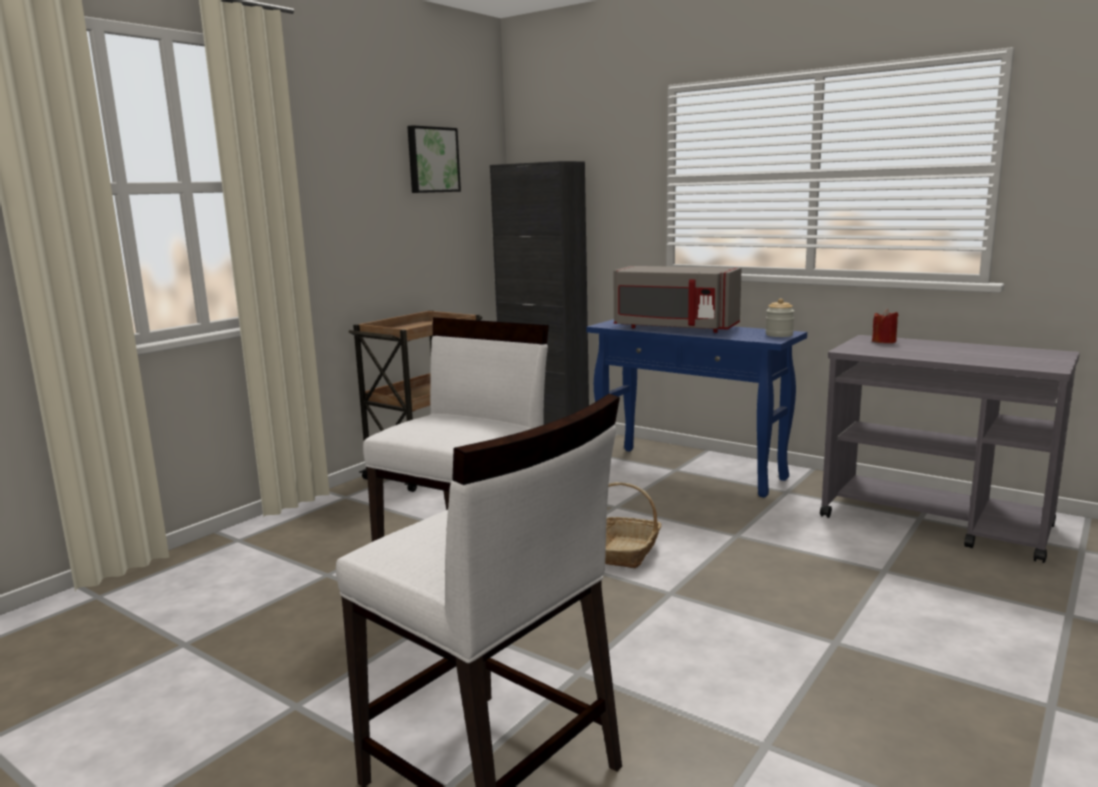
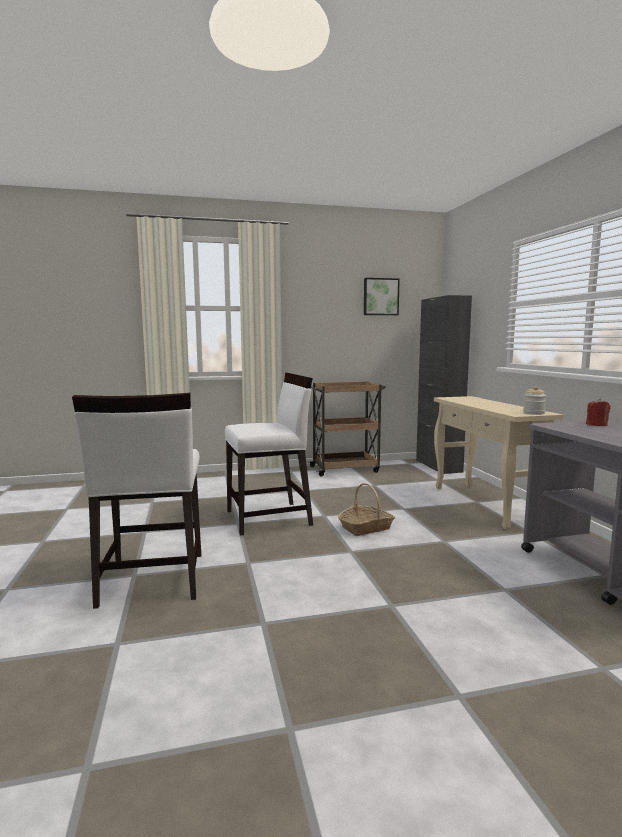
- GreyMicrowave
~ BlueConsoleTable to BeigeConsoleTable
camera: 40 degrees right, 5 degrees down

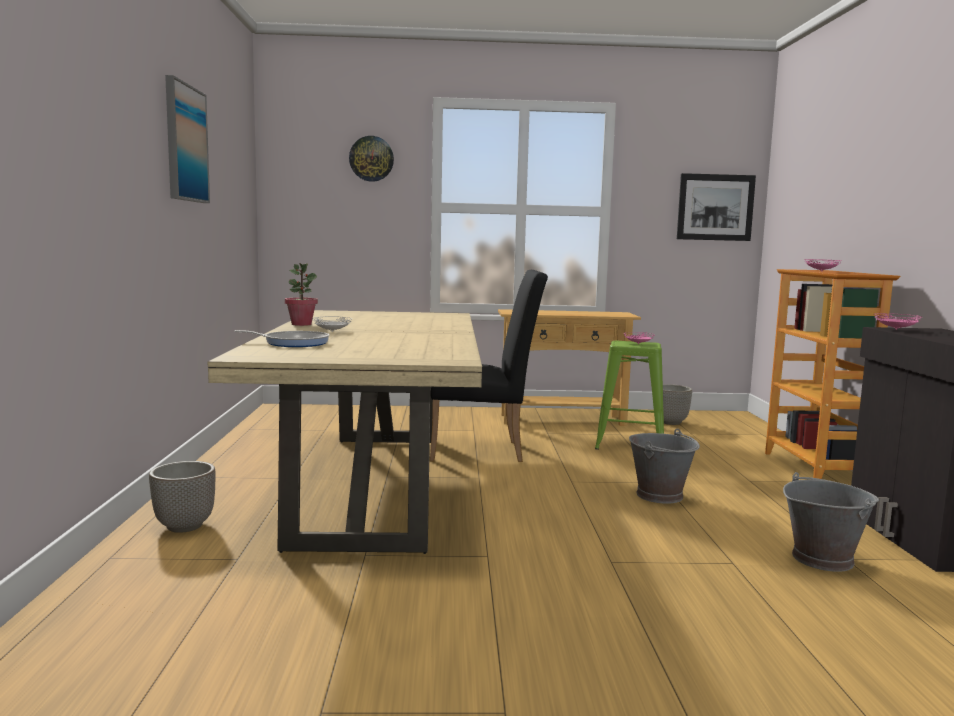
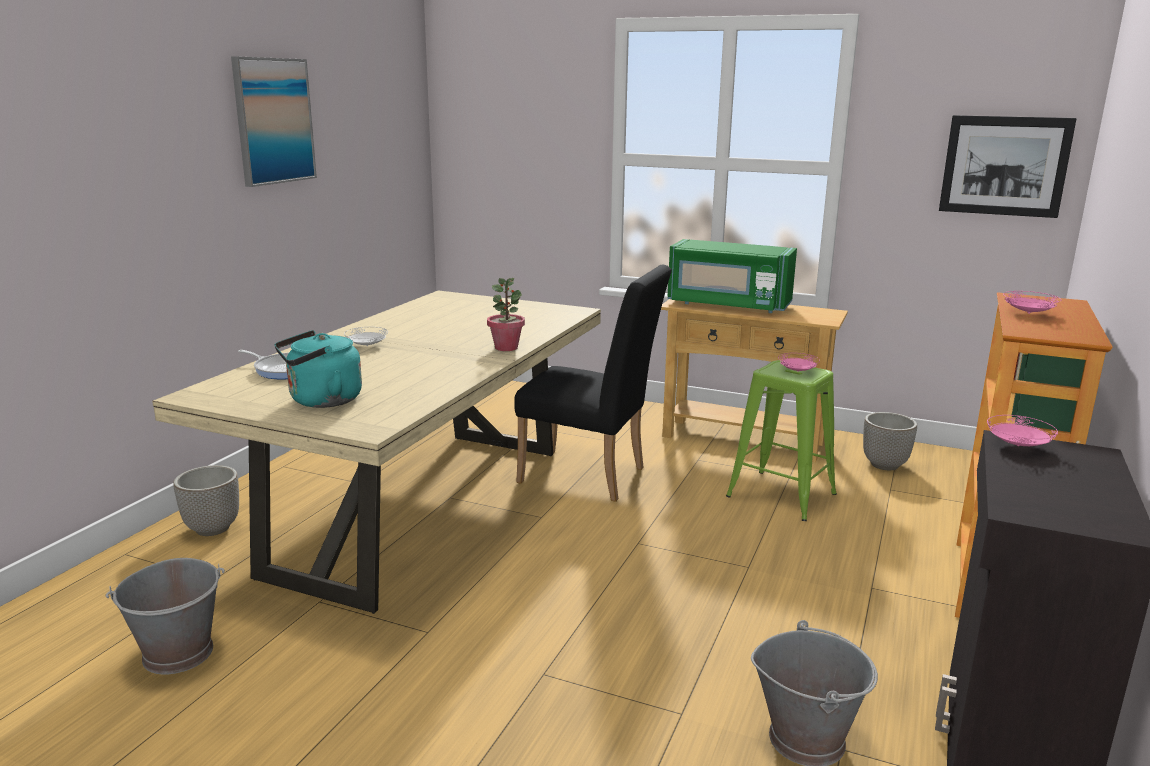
- WallClock
+ TurquoiseKettle
+ GreenMicrowave
~ PottedPlant
~ GreyBucket (no. 1 from left)
camera: 25 degrees right, 10 degrees up

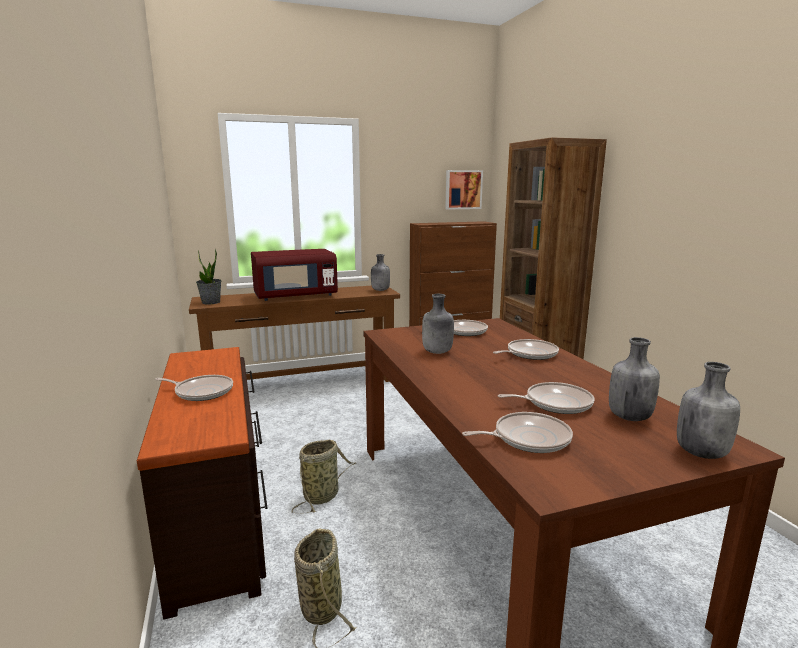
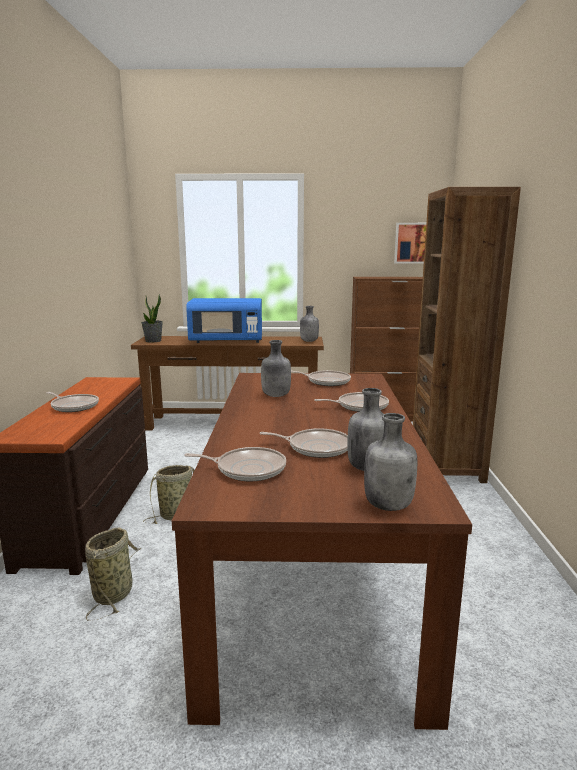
~ RedMicrowave to BlueMicrowave
camera: 20 degrees right, 0 degrees up

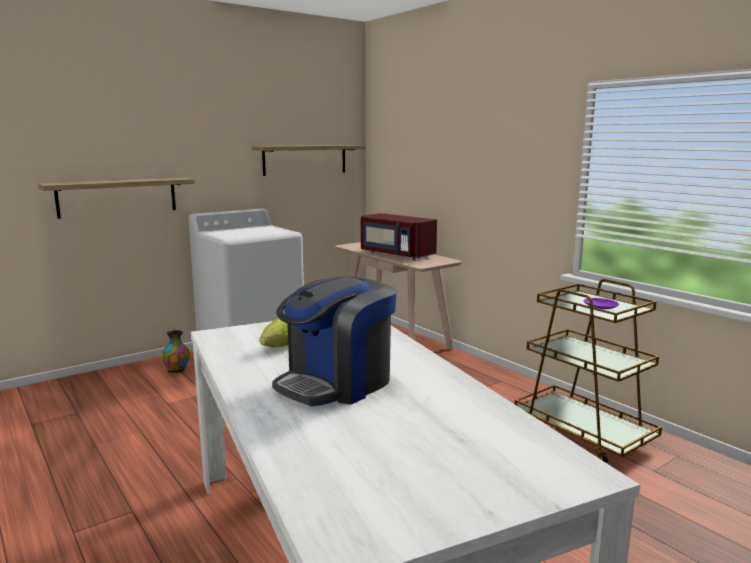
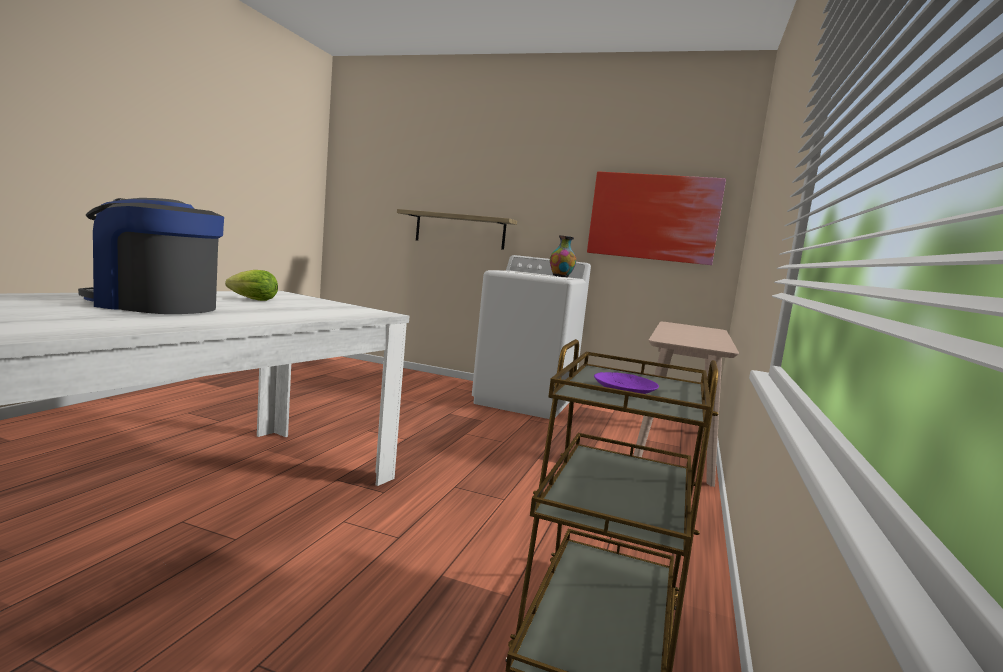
- RedMicrowave
~ Vase
~ Shelf (no. 2 from left) to Picture
camera: 55 degrees right, 5 degrees down

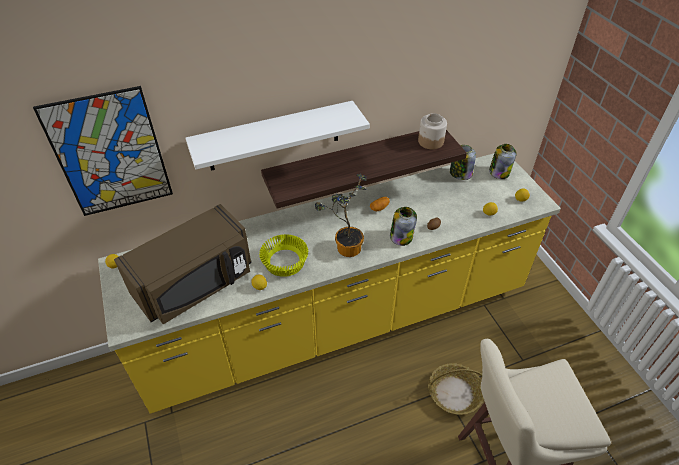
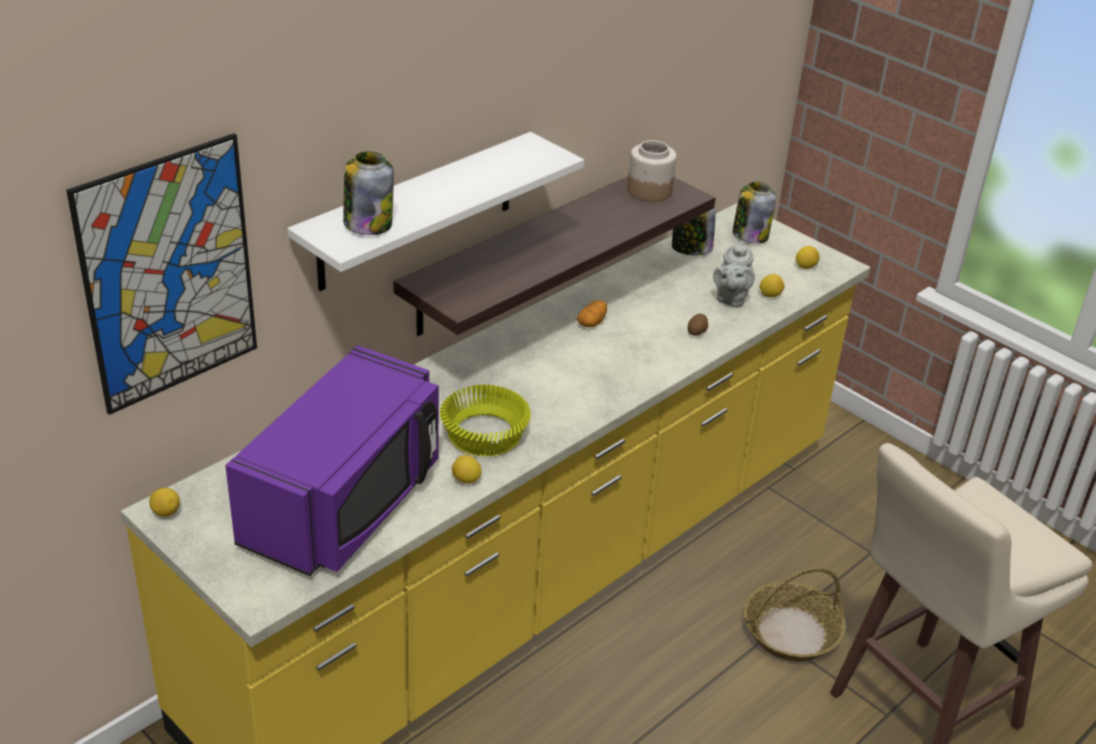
- PottedPlant
+ GreyTeapot
~ Jar (no. 1 from left)
~ BrownMicrowave to PurpleMicrowave
camera: 25 degrees left, 10 degrees down

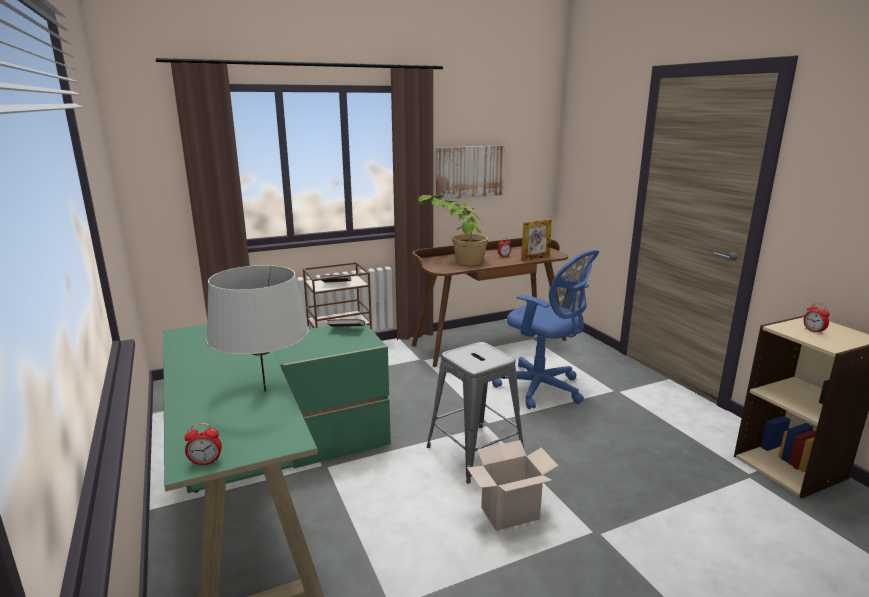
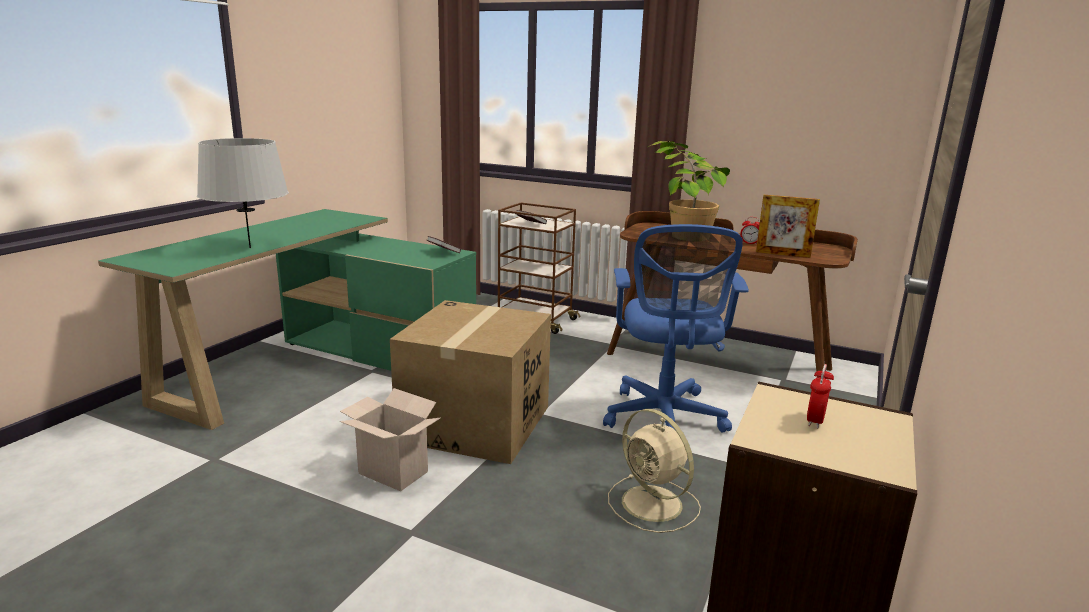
- AlarmClock (no. 1 from left)
- Picture
+ BeigeFan
~ GreyStool to CardboardBox (no. 2 from left)
camera: 50 degrees right, 0 degrees up

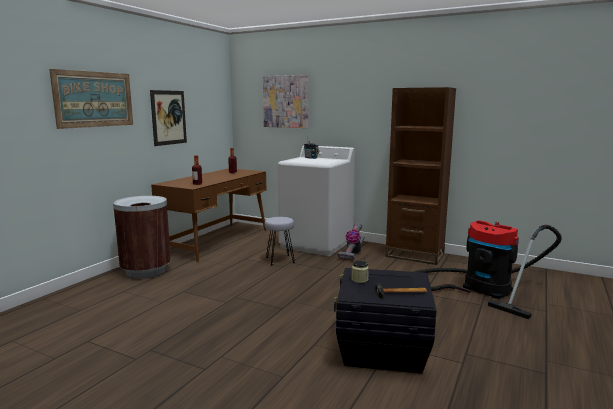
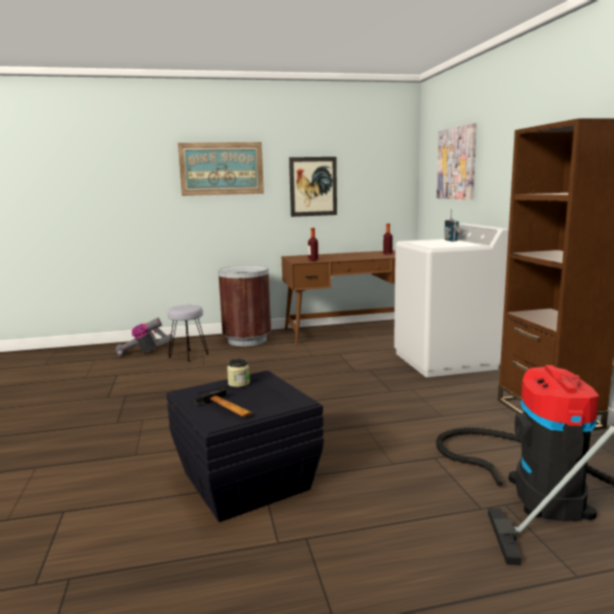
~ GreyStool
~ VacuumCleaner (no. 1 from left)
camera: 50 degrees right, 0 degrees up

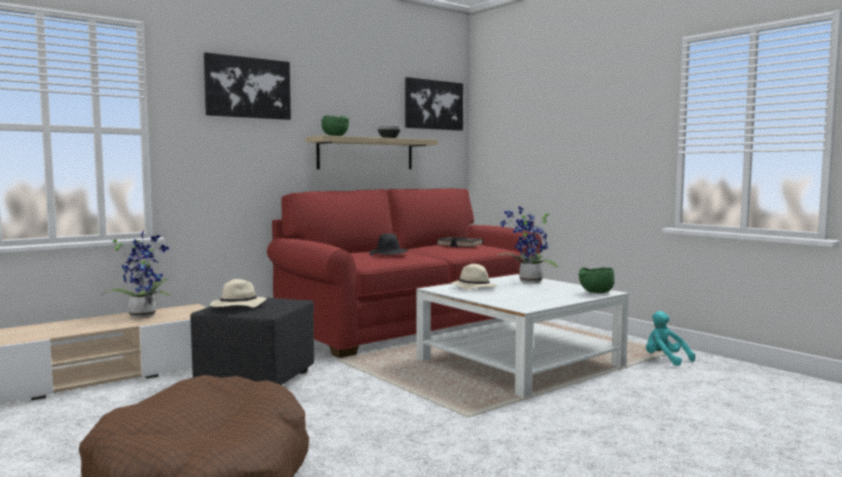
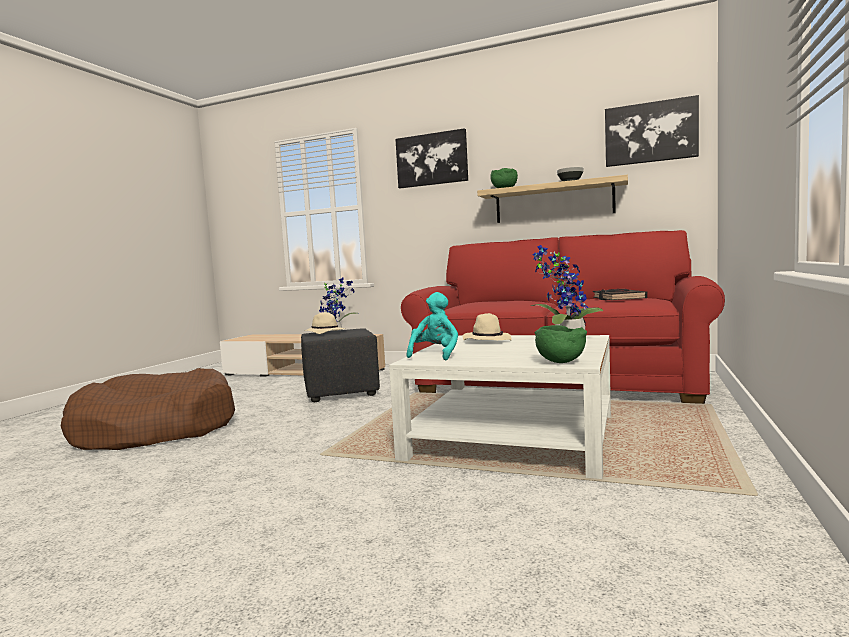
- BlackHat
~ TurquoisePlushToy
camera: 60 degrees right, 0 degrees up

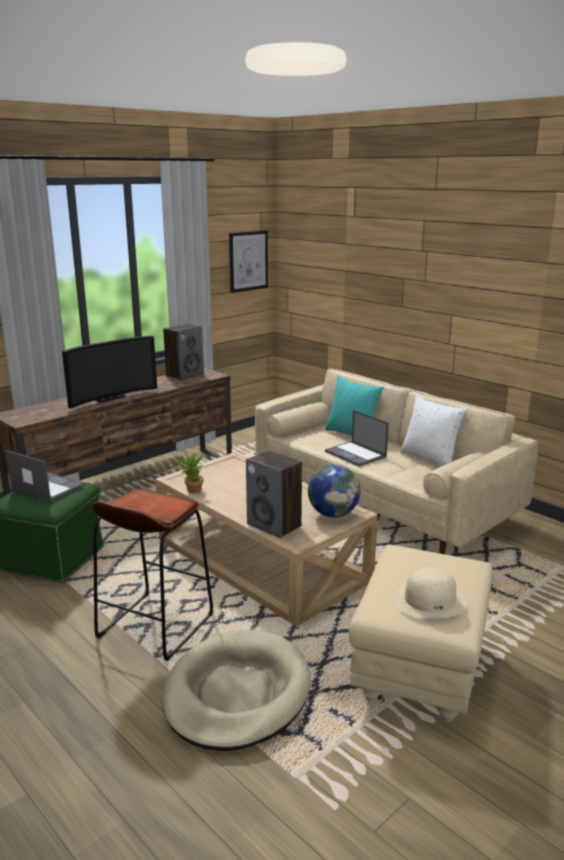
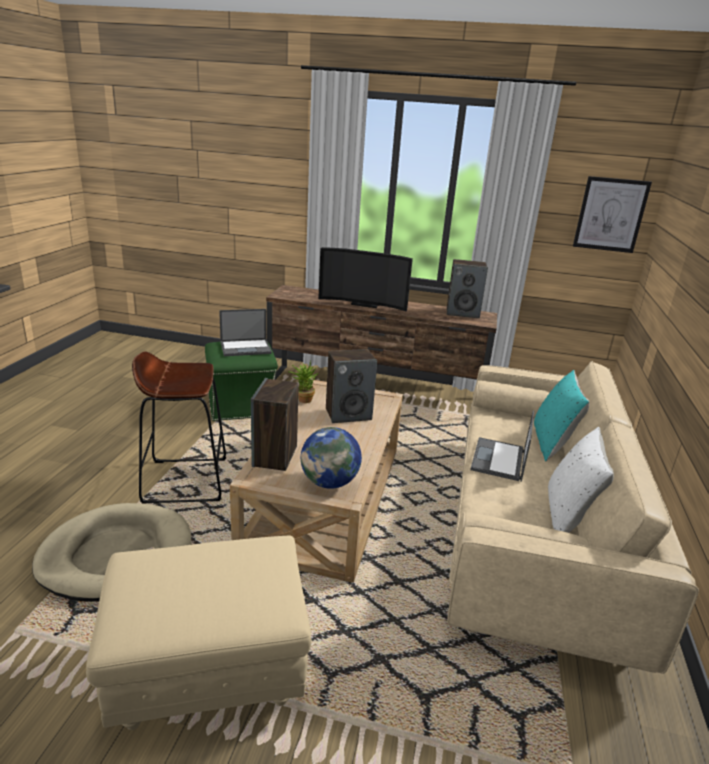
- BeigeHat
+ Speaker (no. 2 from left)
~ Laptop (no. 1 from left) 75 degrees clockwise
camera: 55 degrees right, 5 degrees up

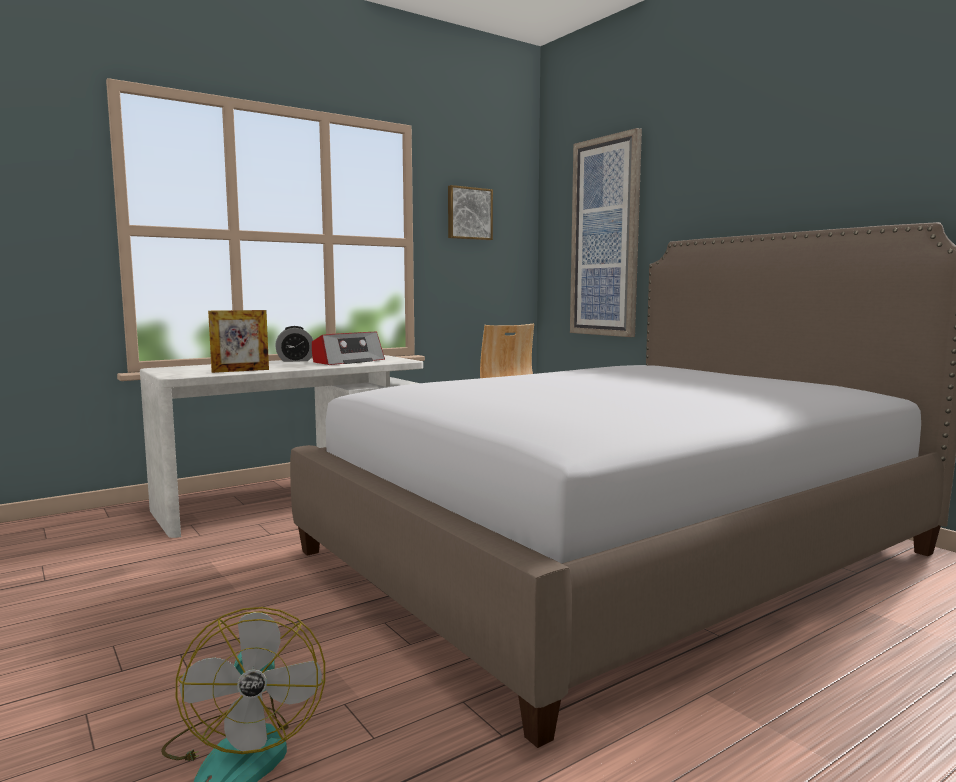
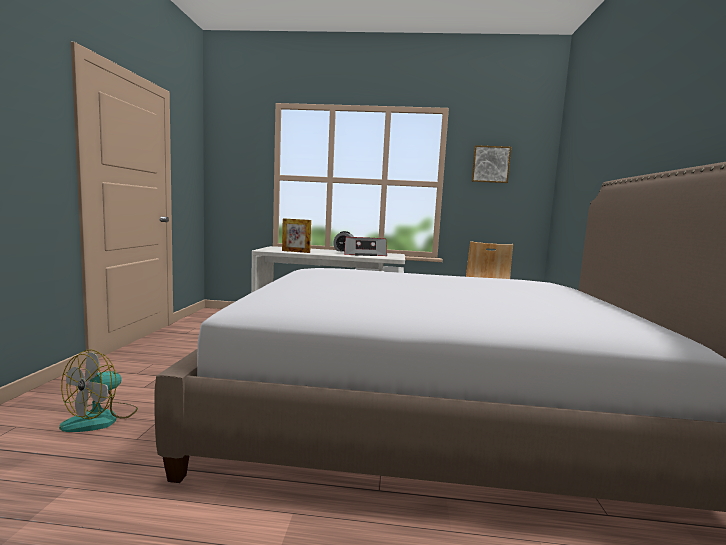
- Picture (no. 2 from left)
camera: 40 degrees right, 0 degrees up

